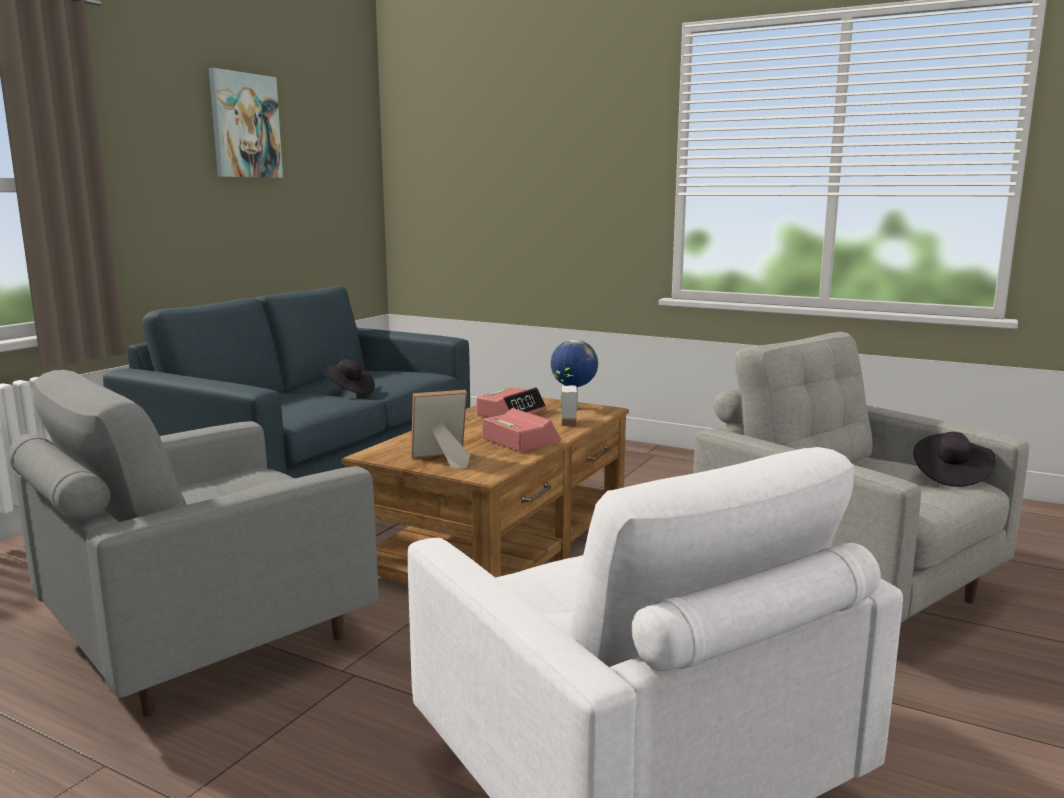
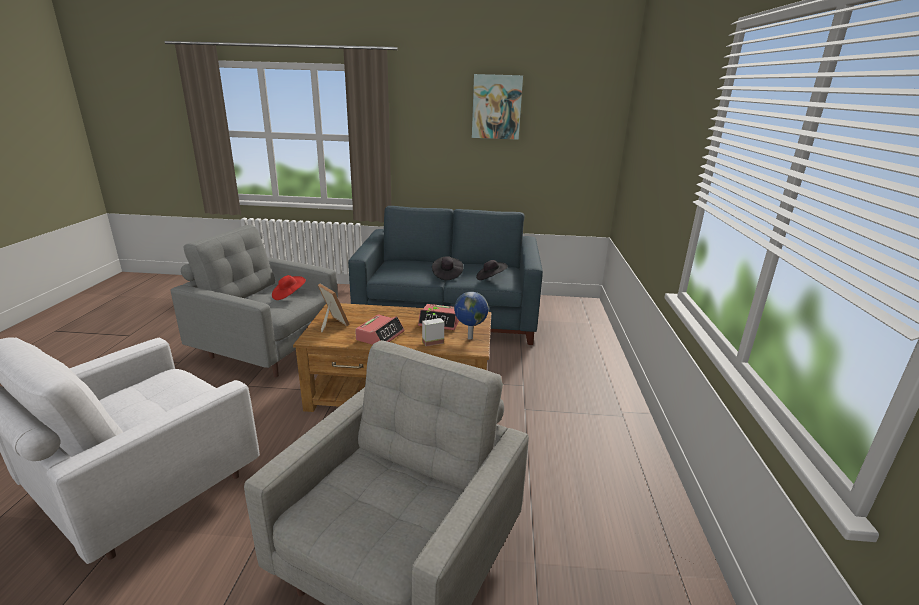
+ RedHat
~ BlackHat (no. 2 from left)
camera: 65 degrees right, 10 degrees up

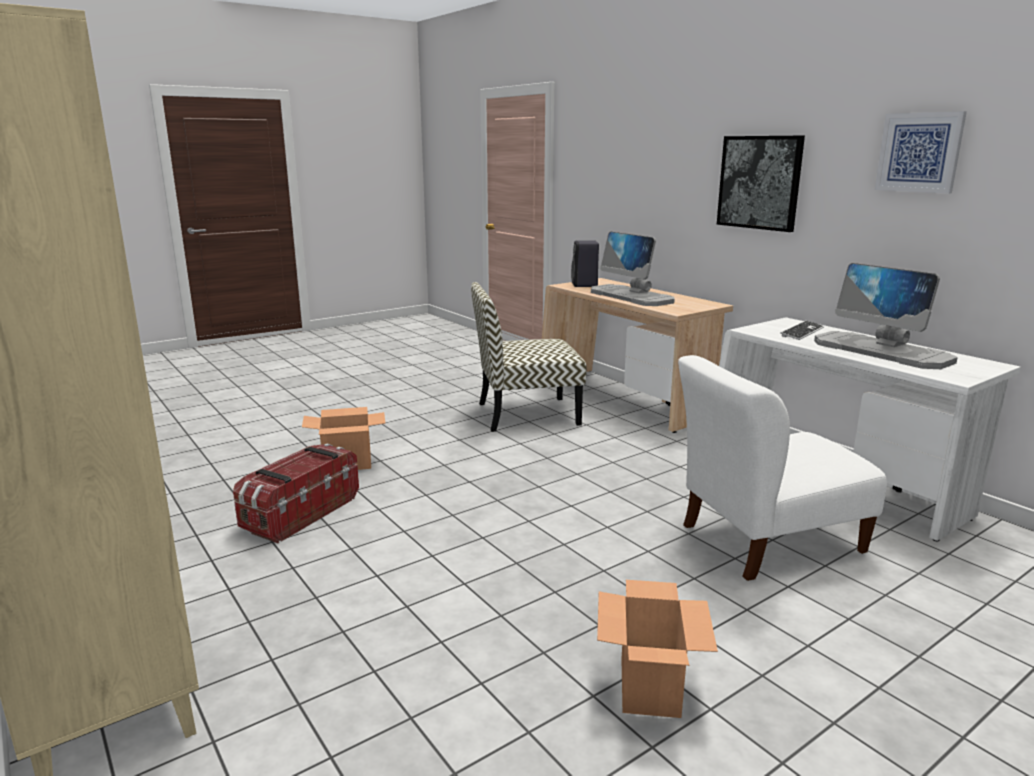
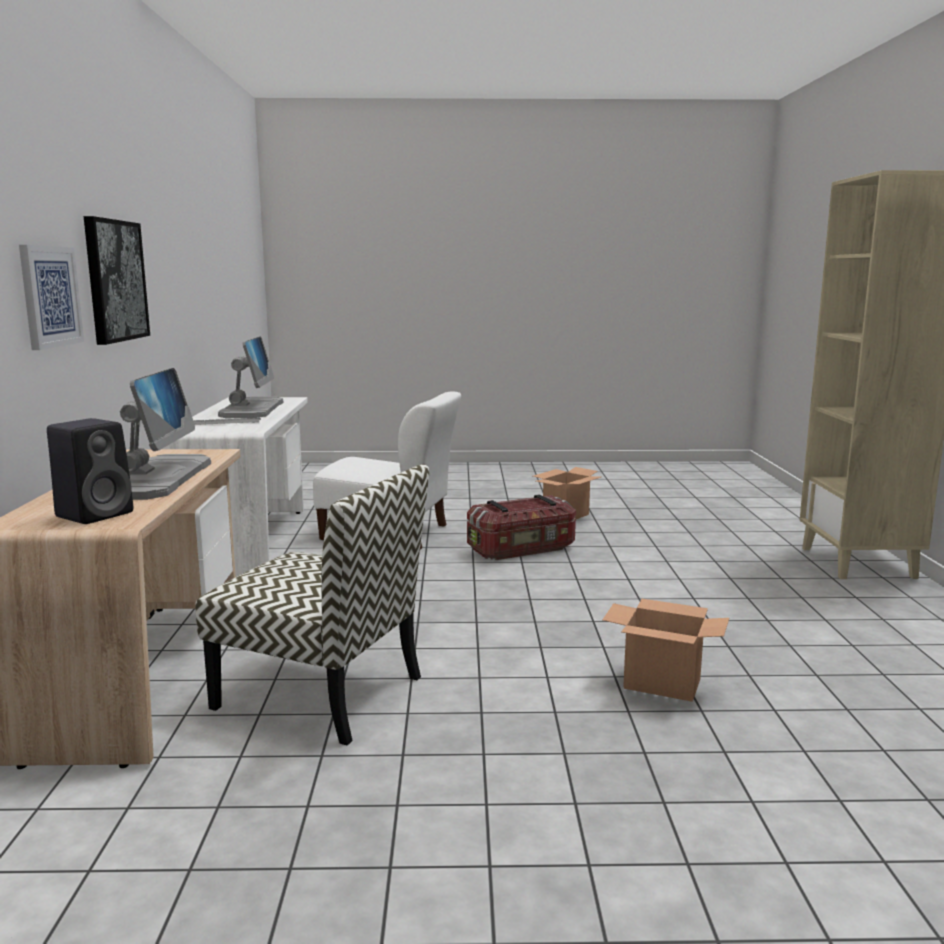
~ StorageBox
~ Picture (no. 2 from left in the first image) to Picture (no. 1 from left)
camera: 145 degrees left, 5 degrees down

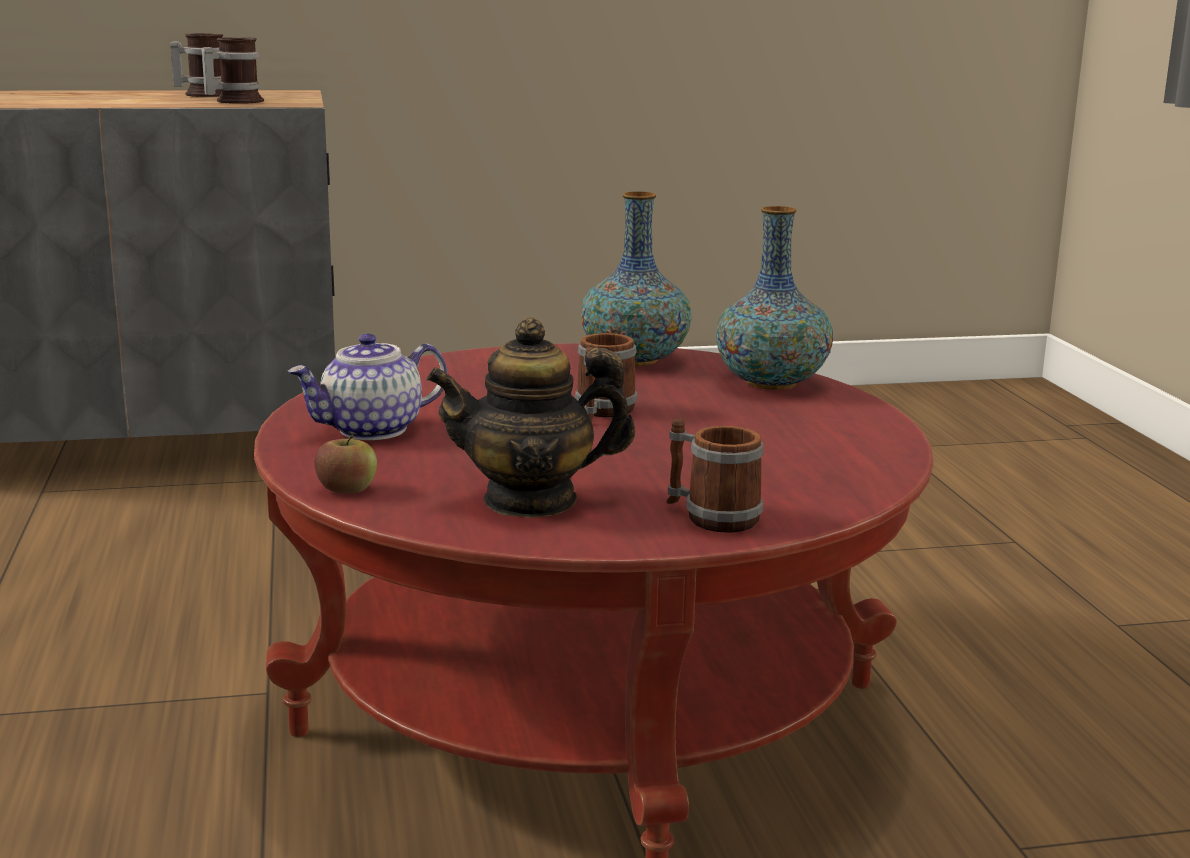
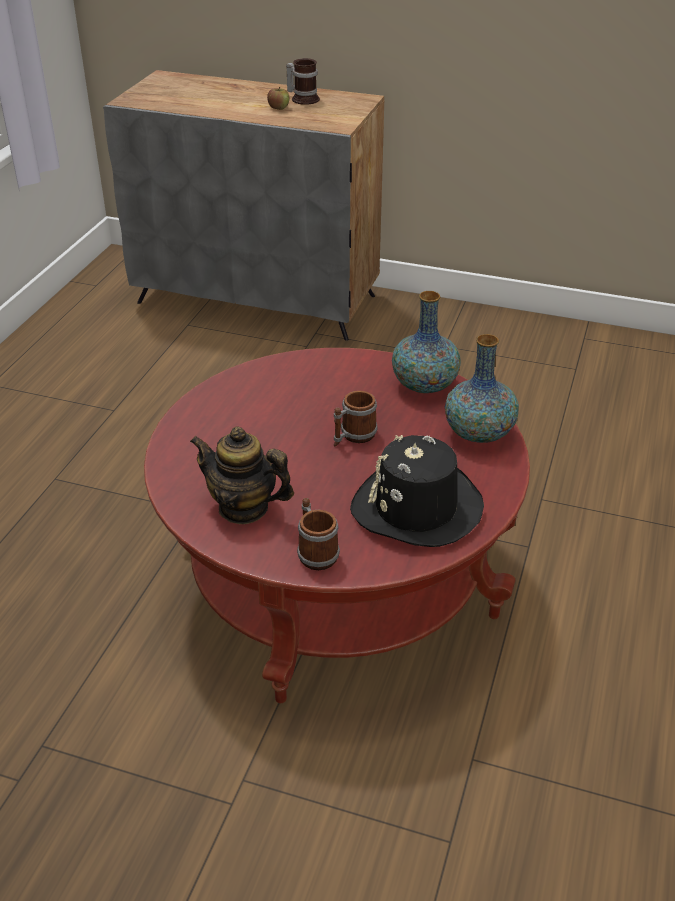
- Mug (no. 2 from left)
- Teapot (no. 1 from left)
+ BlackHat
~ Apple
camera: 30 degrees right, 20 degrees up

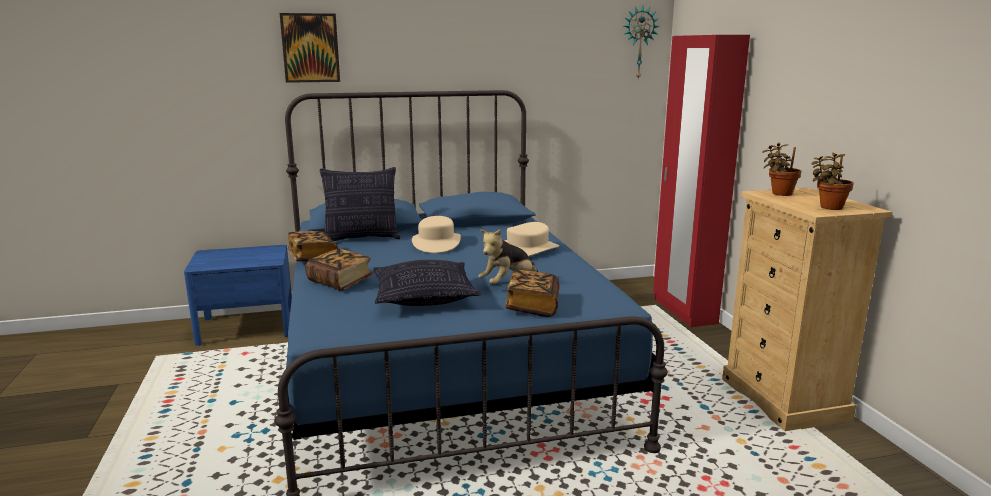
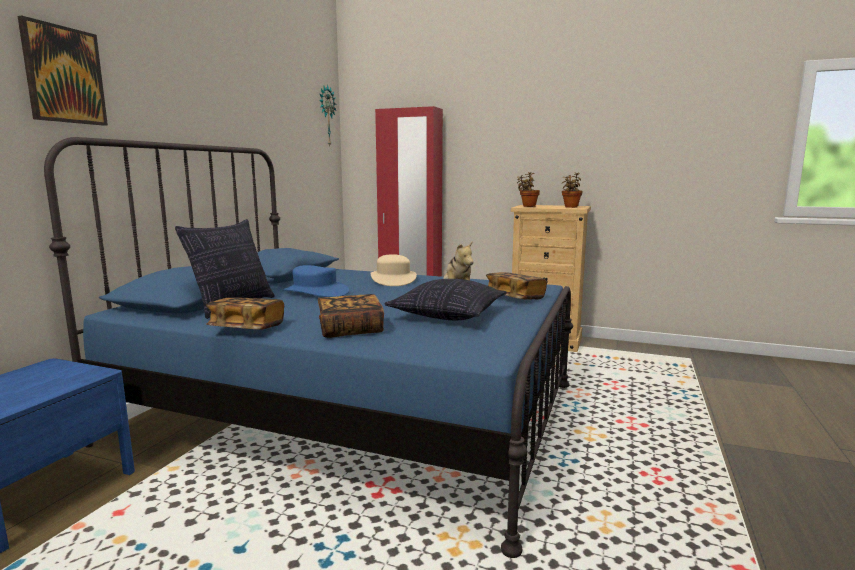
~ BeigeHat (no. 1 from left) to BlueHat
camera: 55 degrees left, 5 degrees down

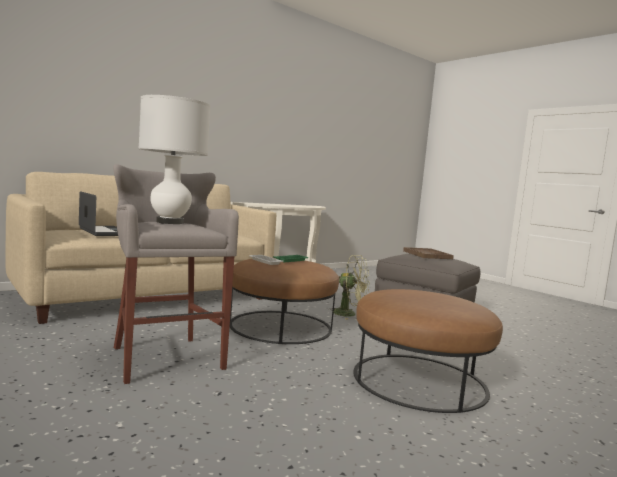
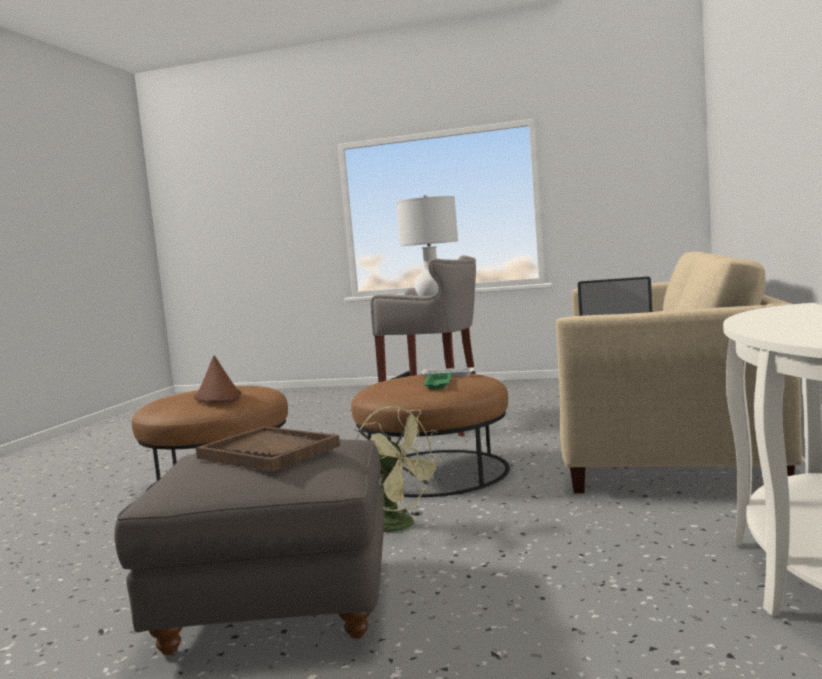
+ BrownHat
~ GreenFan 120 degrees counterclockwise
camera: 145 degrees right, 0 degrees up

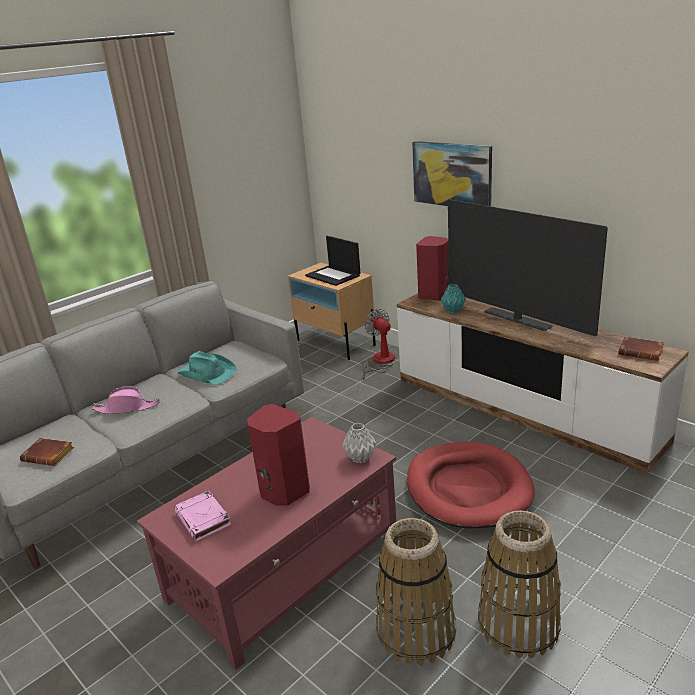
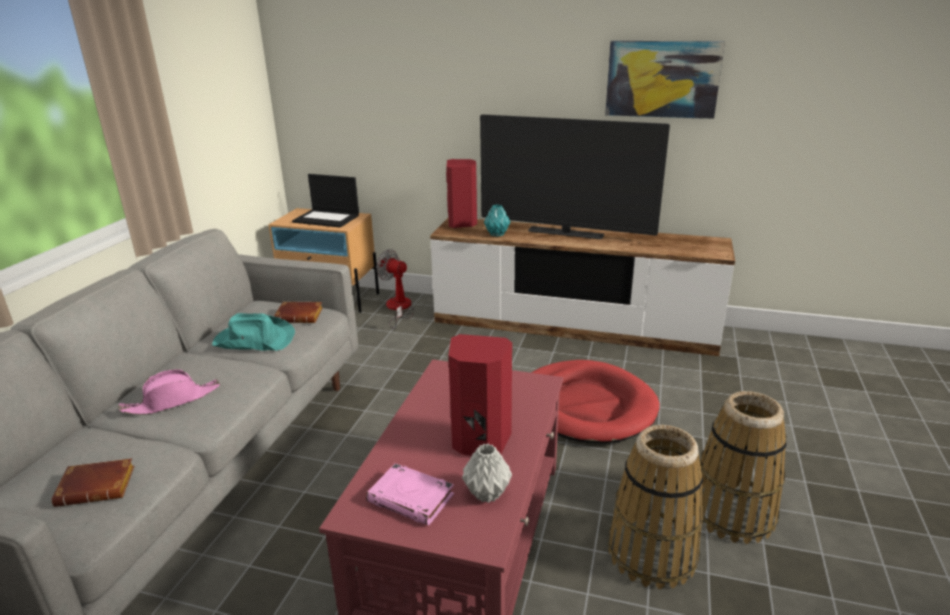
~ GreyVase
~ Picture
~ BrownBook (no. 2 from left)
camera: 30 degrees left, 0 degrees up

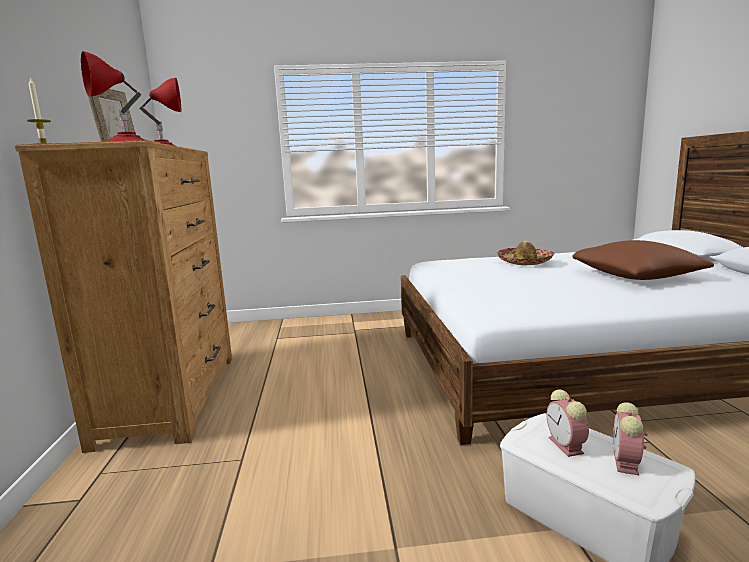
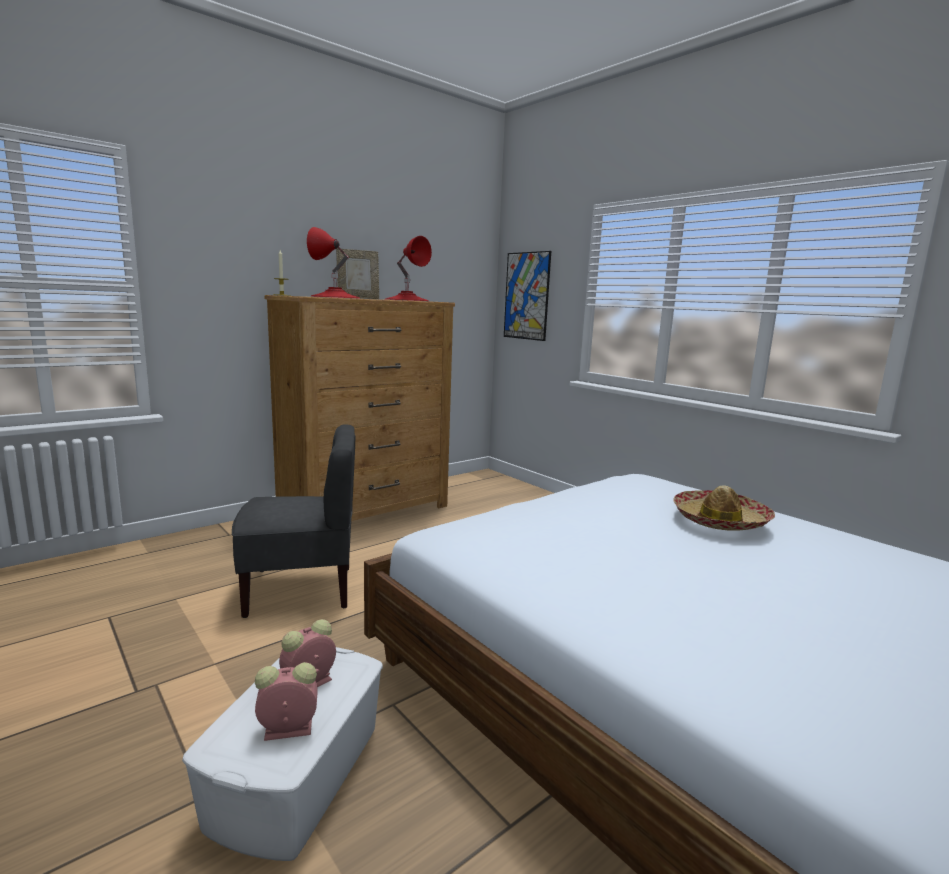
- BrownPillow
+ GreyChair
+ Picture
camera: 55 degrees right, 0 degrees up

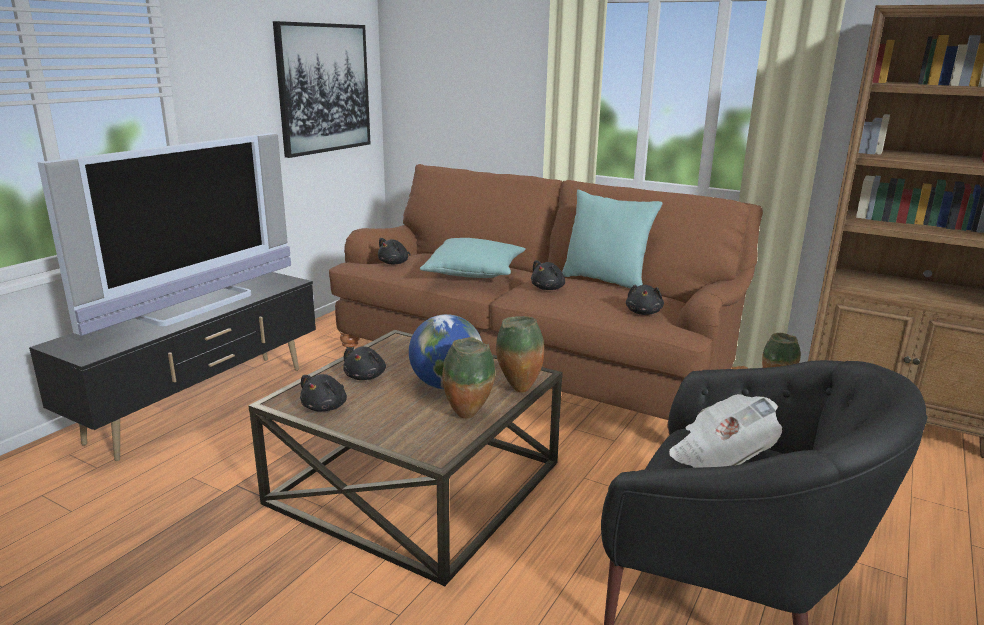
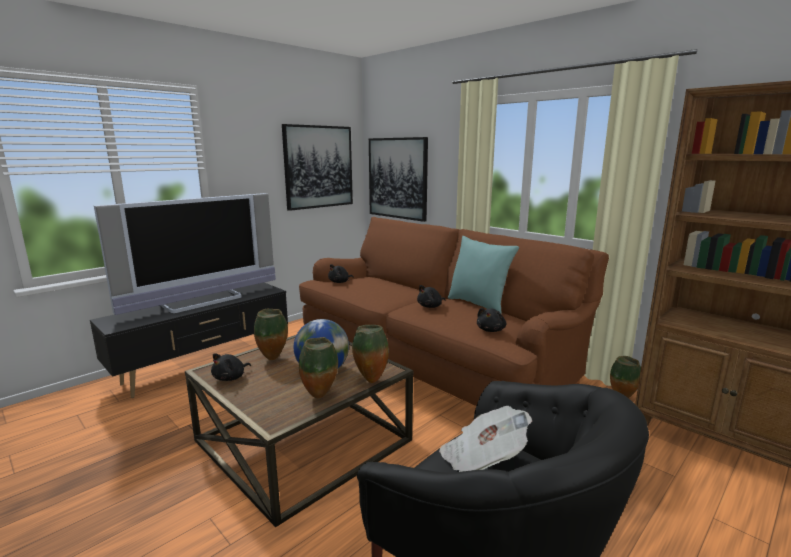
- TurquoisePillow (no. 1 from left)
+ Picture (no. 2 from left)
~ BlackPlushToy (no. 2 from left) to Vase (no. 1 from left)
camera: 15 degrees right, 5 degrees down

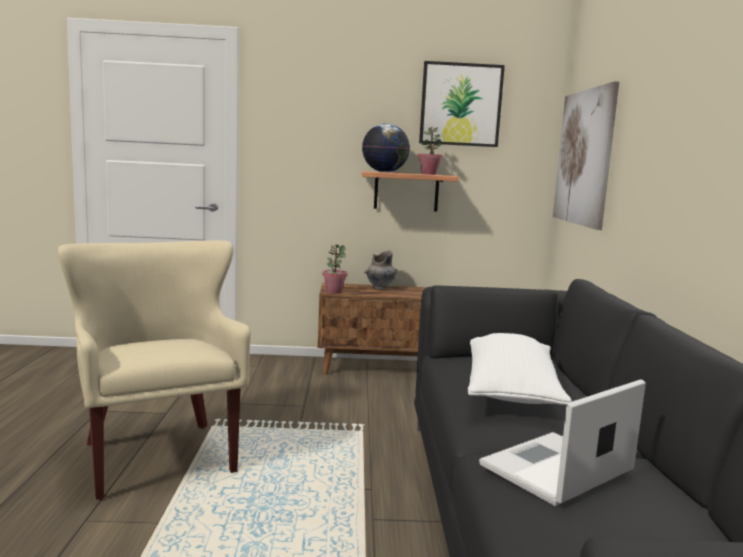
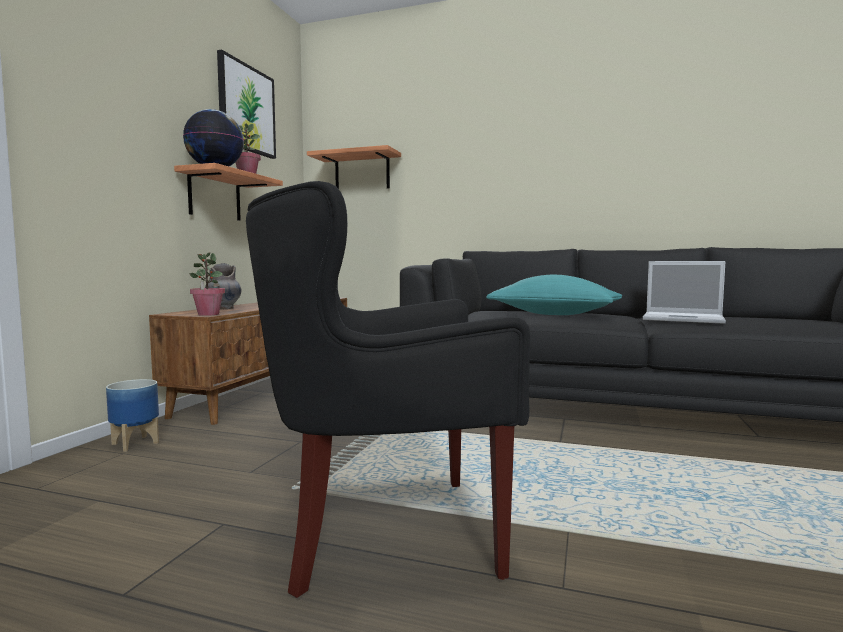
+ Planter
~ Picture (no. 2 from left) to Shelf (no. 2 from left)
~ BeigeArmchair to BlackArmchair
~ WhitePillow to TurquoisePillow
~ Laptop 45 degrees counterclockwise
camera: 70 degrees left, 5 degrees down

